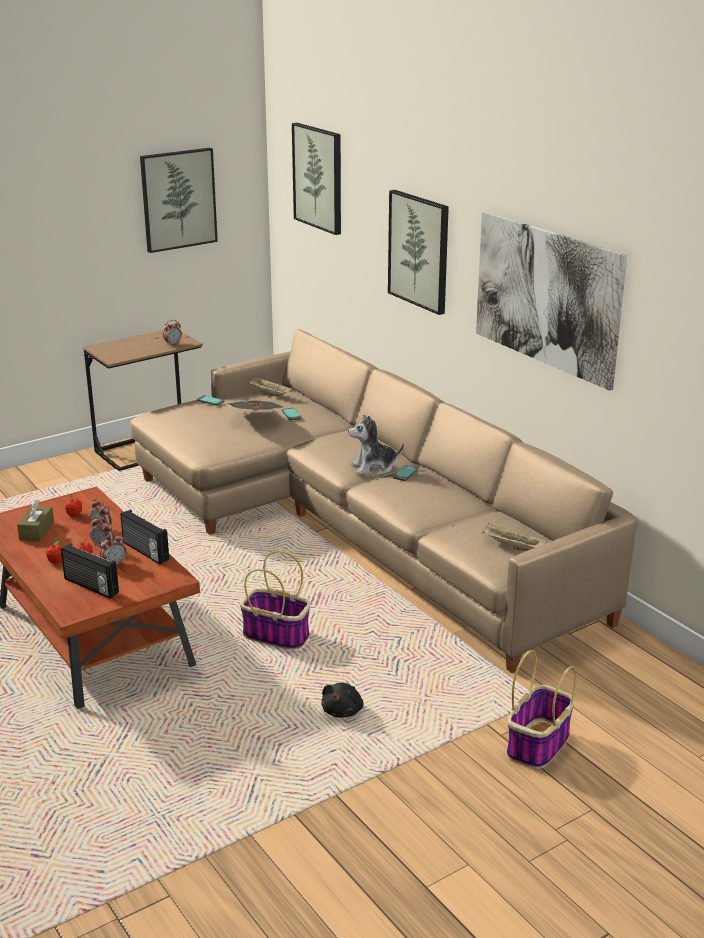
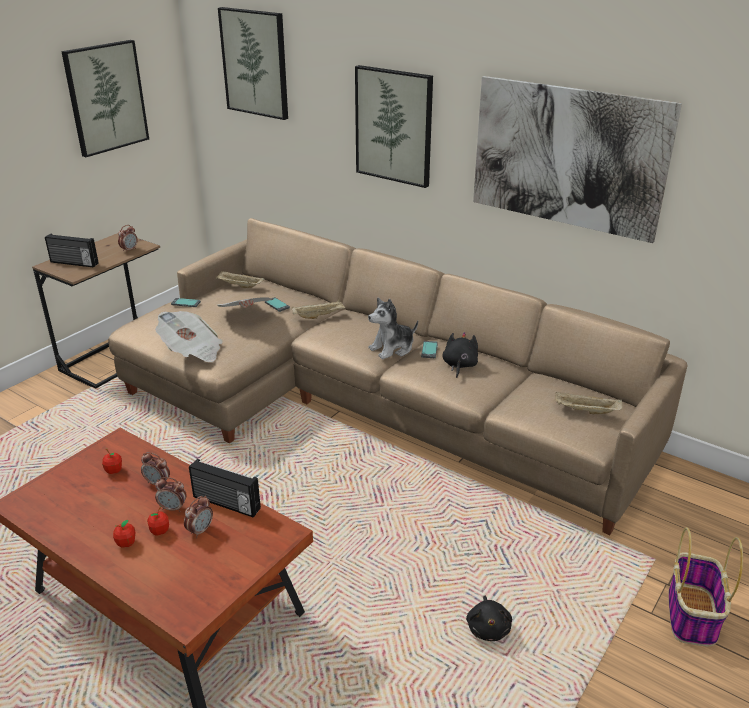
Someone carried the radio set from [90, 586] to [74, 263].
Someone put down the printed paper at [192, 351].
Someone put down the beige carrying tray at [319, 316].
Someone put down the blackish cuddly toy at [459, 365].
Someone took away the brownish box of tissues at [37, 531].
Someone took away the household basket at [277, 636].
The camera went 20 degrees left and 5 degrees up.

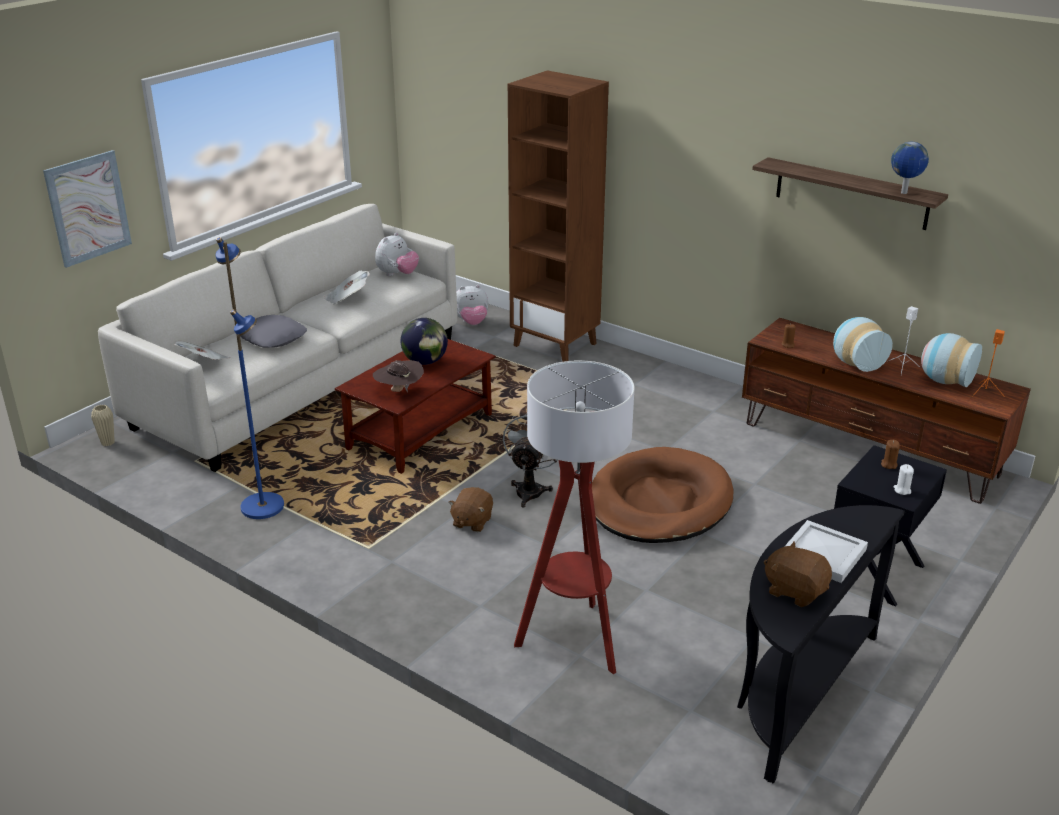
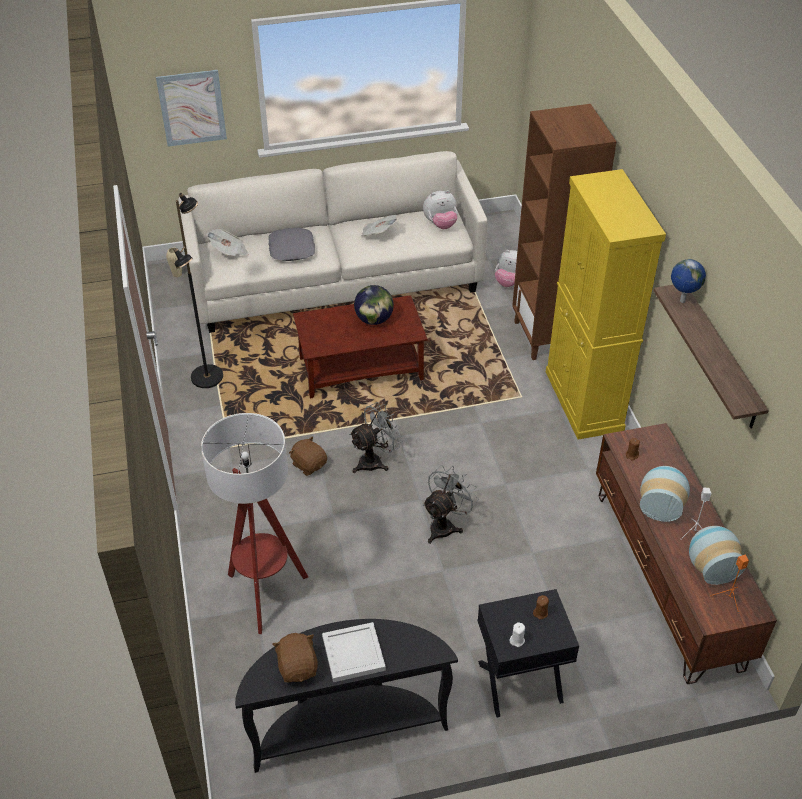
Someone repainted the bluish floor lamp at [263, 506], which became the blackish floor lamp at [208, 377].
Someone rotated the brownish cuddly toy at [471, 522] by 75 degrees clockwise.
Someone swapped the brownish dog bed at [659, 502] for the grey fan at [445, 525].
Someone put down the yellow cabinet at [584, 401].
Someone carried the world globe from [904, 193] to [682, 301].
Someone took away the brownish wearable hat at [399, 391].
The camera went 40 degrees right and 15 degrees up.

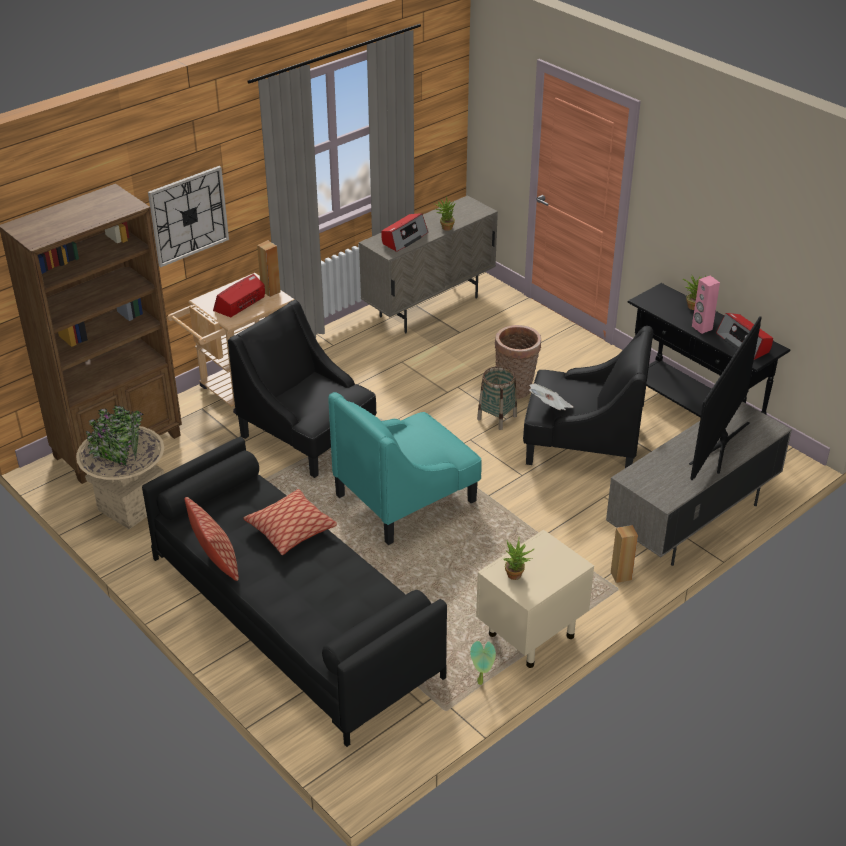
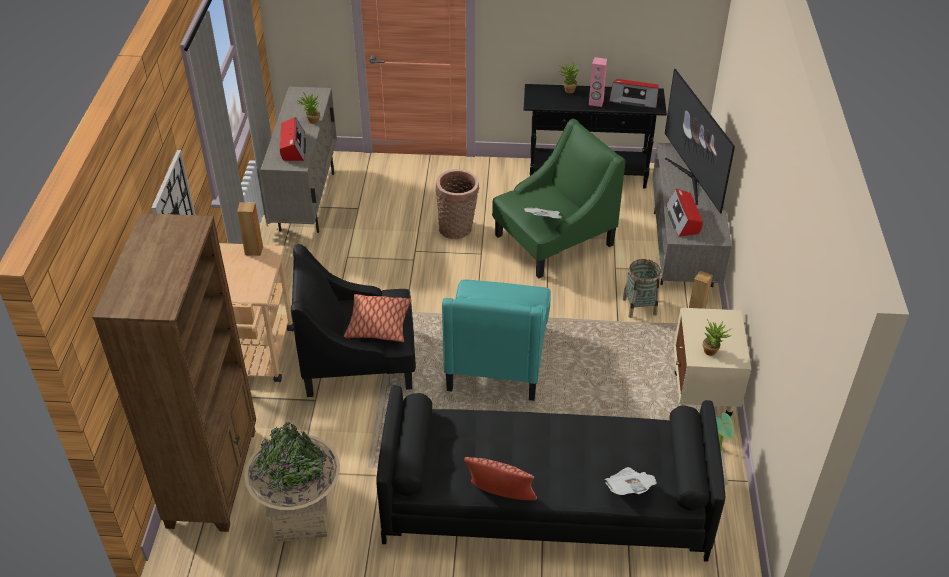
Someone carried the pillow from [291, 529] to [379, 325].
Someone repainted the blackish armchair at [582, 444], which became the greenish armchair at [553, 240].
Someone put down the printed paper at [629, 489].
Someone carried the household basket from [497, 417] to [639, 306].
Someone carried the radio set from [240, 304] to [683, 220].
The camera went 45 degrees left and 5 degrees up.

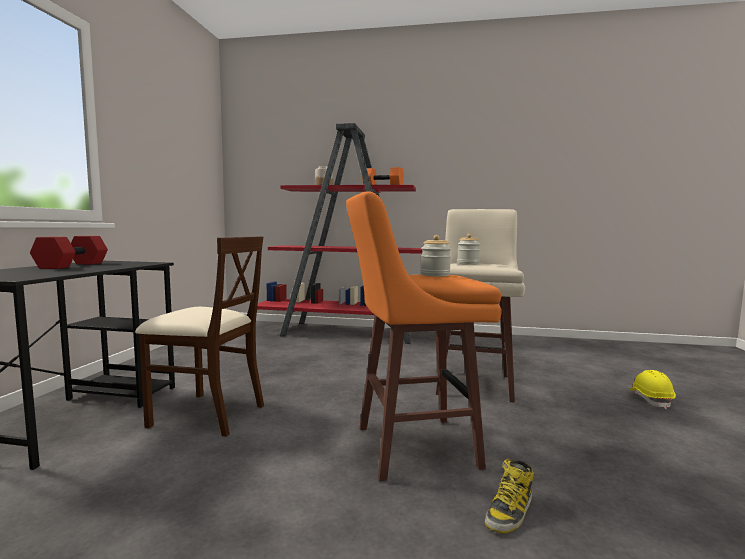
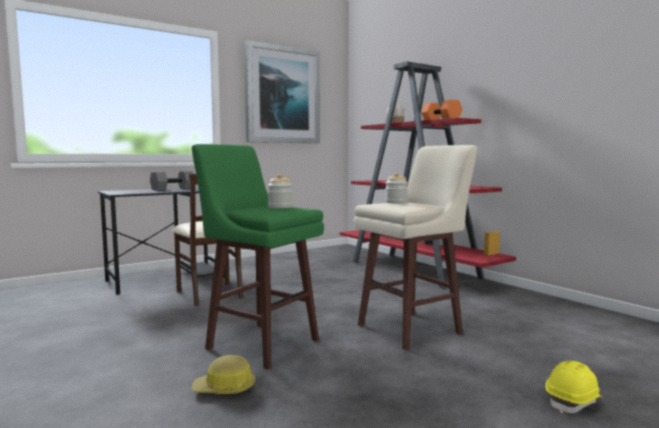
Someone repainted the red dumbbell at [73, 265], which became the grey dumbbell at [173, 189].
Someone repainted the orange stool seat at [412, 447], which became the greenish stool seat at [261, 343].
Someone swapped the boot at [509, 511] for the work helmet at [225, 389].
Someone put up the wall picture at [282, 95].
The camera went 45 degrees right and 0 degrees up.

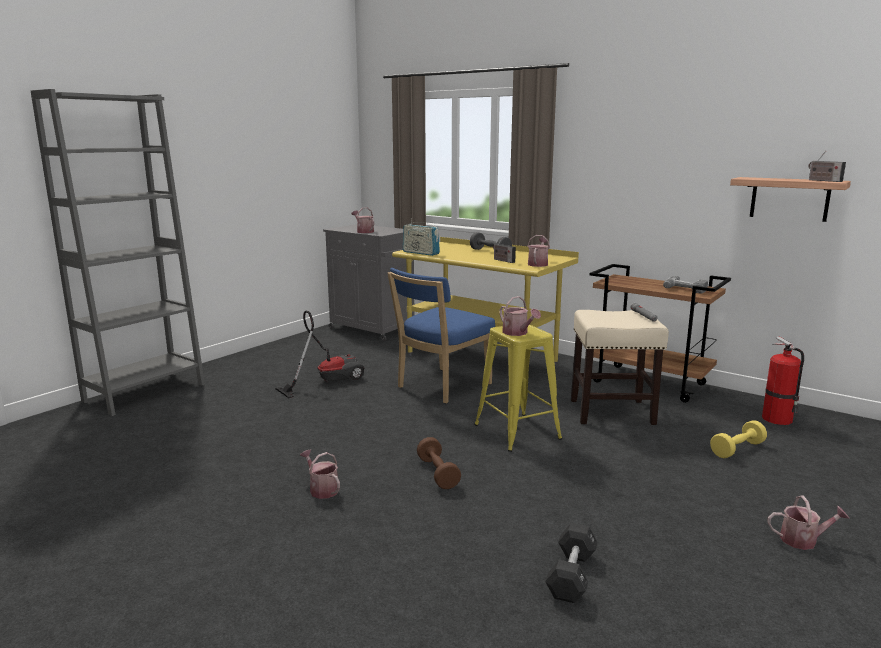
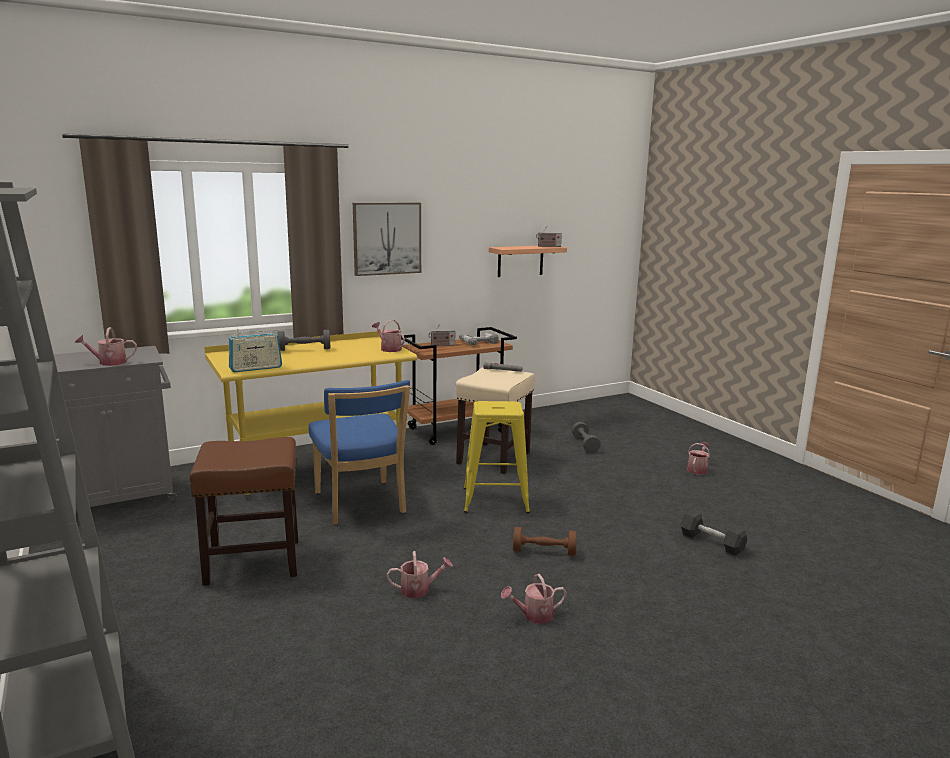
Someone swapped the vacuum at [327, 381] for the brownish stool seat at [254, 561].
Someone put up the wall picture at [387, 238].
Someone carried the sprinkling can from [517, 333] to [419, 589].
Someone carried the radio set from [503, 260] to [441, 345].
Someone repainted the yellow dumbbell at [737, 449], which became the grey dumbbell at [585, 444].
Someone took away the extinguisher at [778, 419].
The camera went 65 degrees left and 0 degrees up.

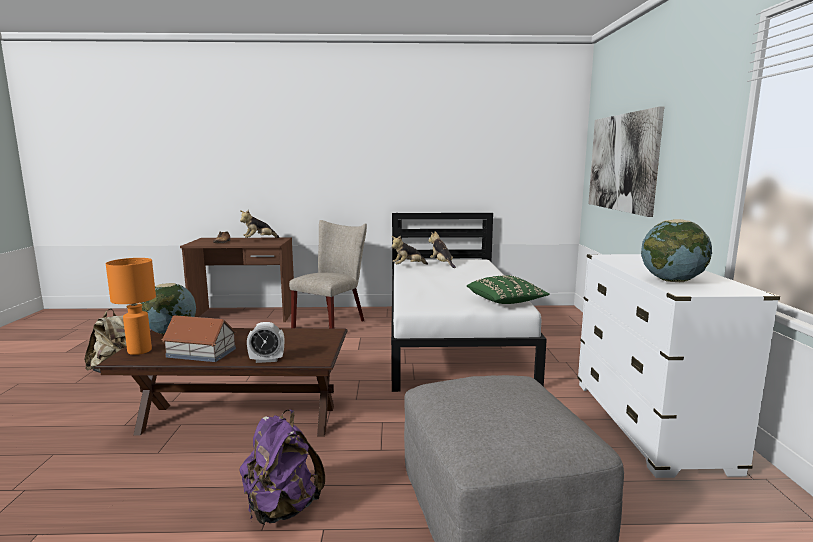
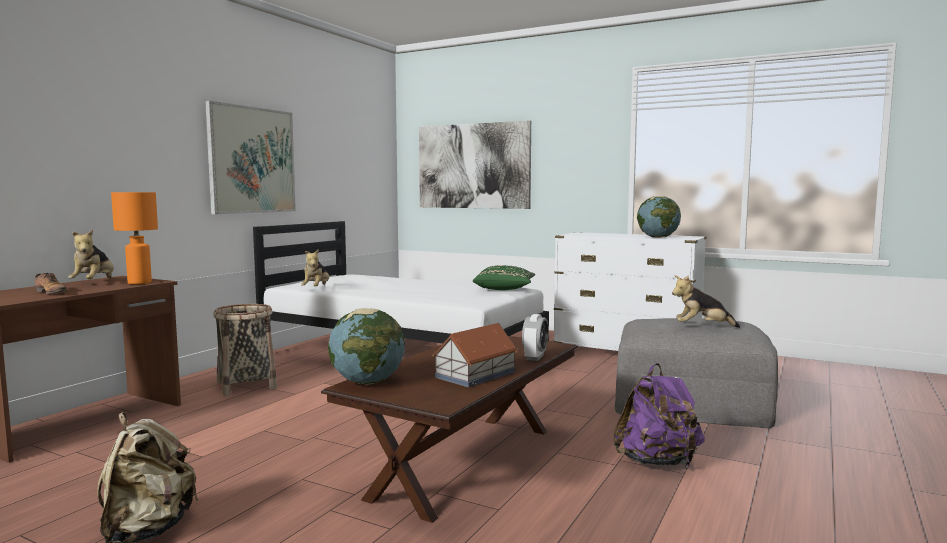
Someone carried the orange table lamp from [139, 351] to [139, 283].
Someone put up the wall picture at [252, 160].
Someone swapped the beige chair at [332, 323] for the household basket at [247, 385].
Someone carried the cuddly toy from [442, 264] to [702, 327].
The camera went 60 degrees left and 5 degrees down.

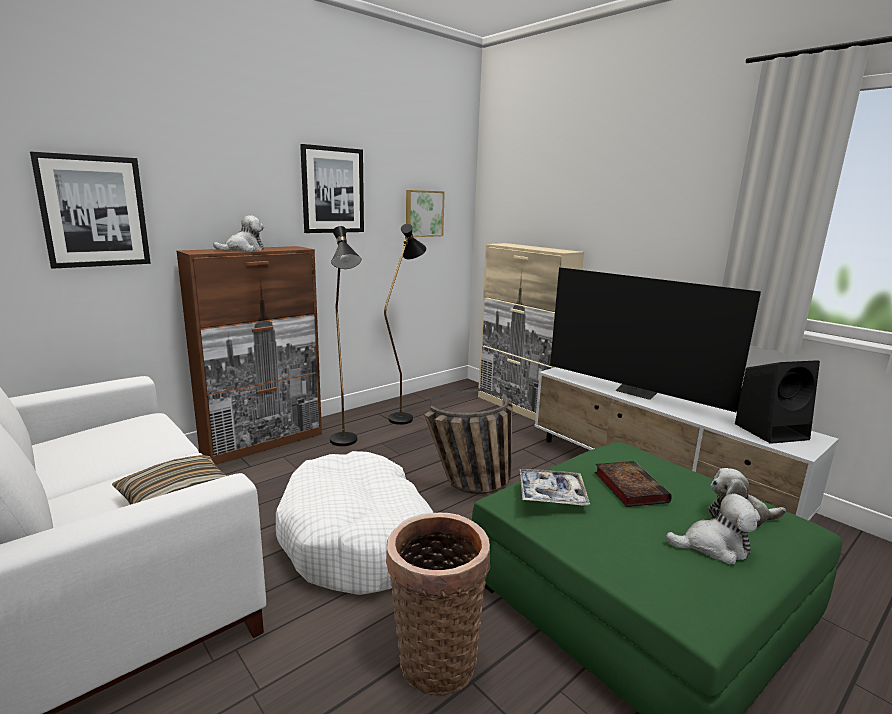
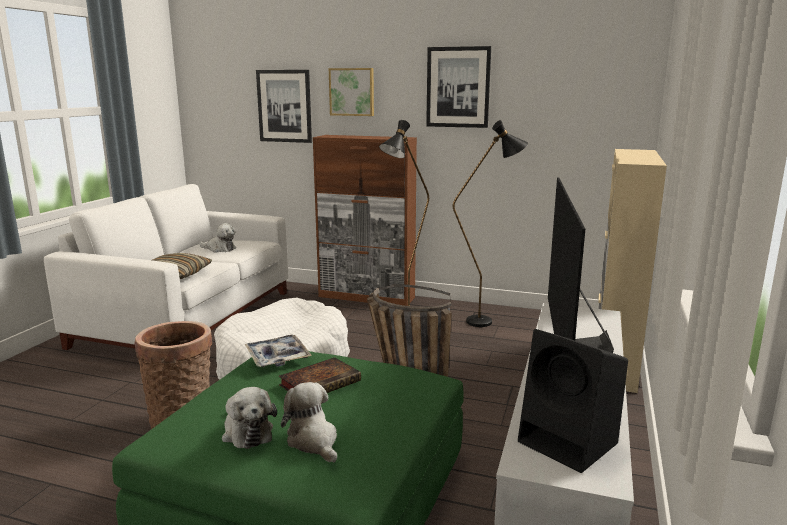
Someone carried the cuddly toy from [243, 249] to [220, 249].
Someone carried the wall picture from [423, 213] to [352, 92].
The camera went 60 degrees right and 0 degrees up.

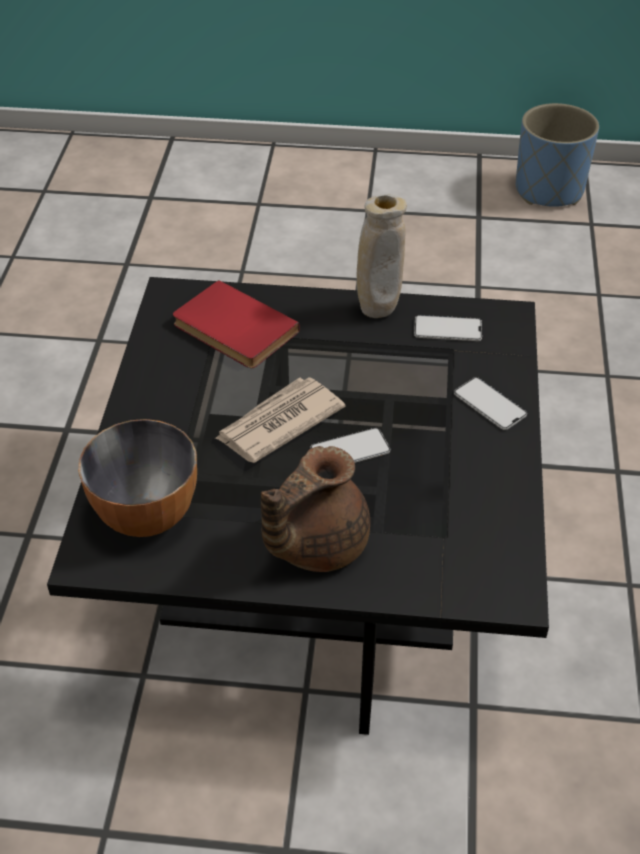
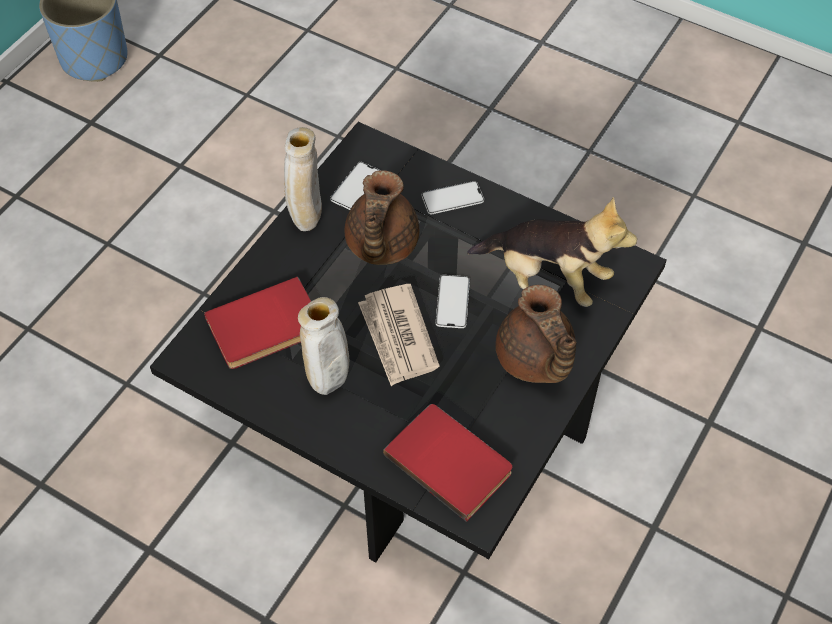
Someone put down the beige vase at [329, 386].
Someone put down the brownish pot for tea at [380, 245].
Someone swapped the deep dish at [146, 515] for the red bound book at [451, 461].
Someone put down the cuddly toy at [547, 278].
The camera went 65 degrees left and 10 degrees up.

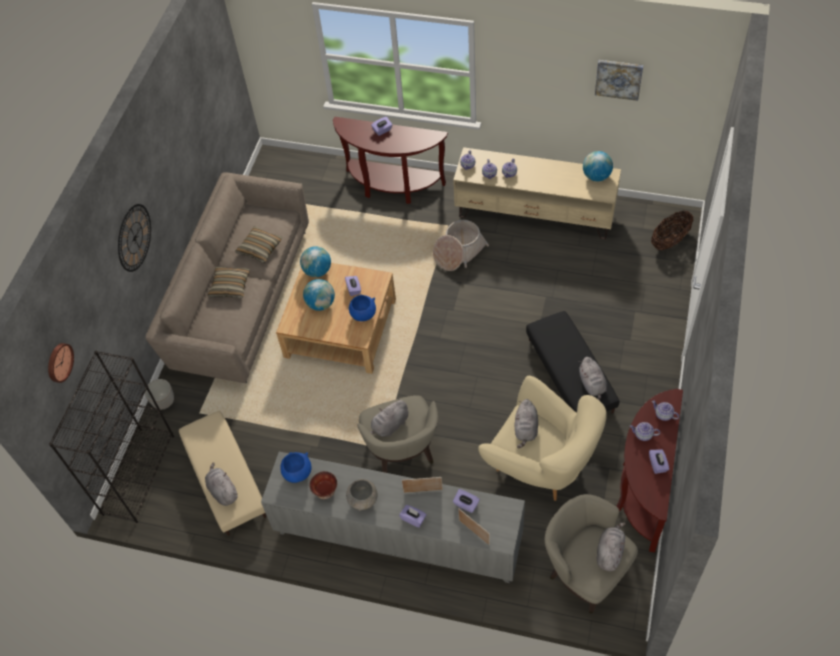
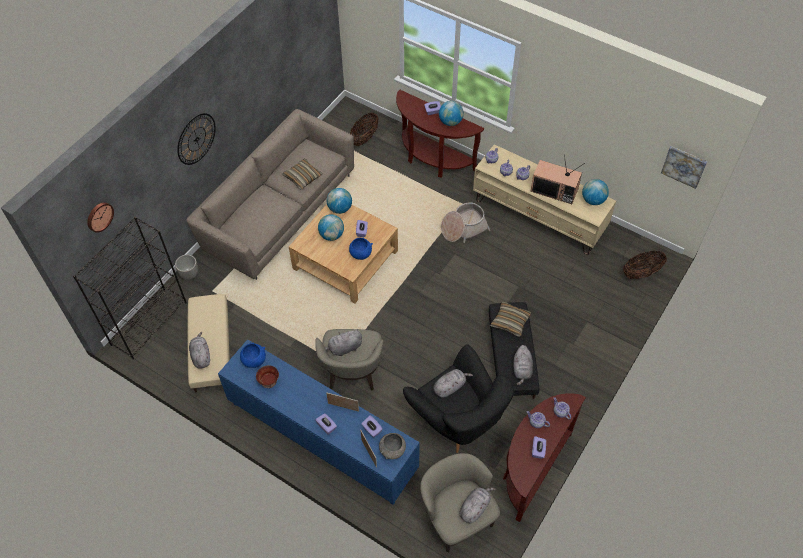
Someone repainted the grey cabinet at [398, 537], which became the bluish cabinet at [322, 438].
Someone put down the household basket at [364, 138].
Someone carried the grey deep dish from [363, 501] to [392, 451].
Someone repainted the beige armchair at [541, 465], which became the blackish armchair at [457, 420].
Someone rotated the grey cuddly toy at [526, 429] by 150 degrees counterclockwise.
Someone put down the world globe at [450, 122].
Someone carried the pillow from [230, 286] to [510, 322].
Someone put down the TV at [555, 190].
Someone carried the wall picture from [618, 79] to [684, 166].
The camera went 15 degrees right and 0 degrees up.

